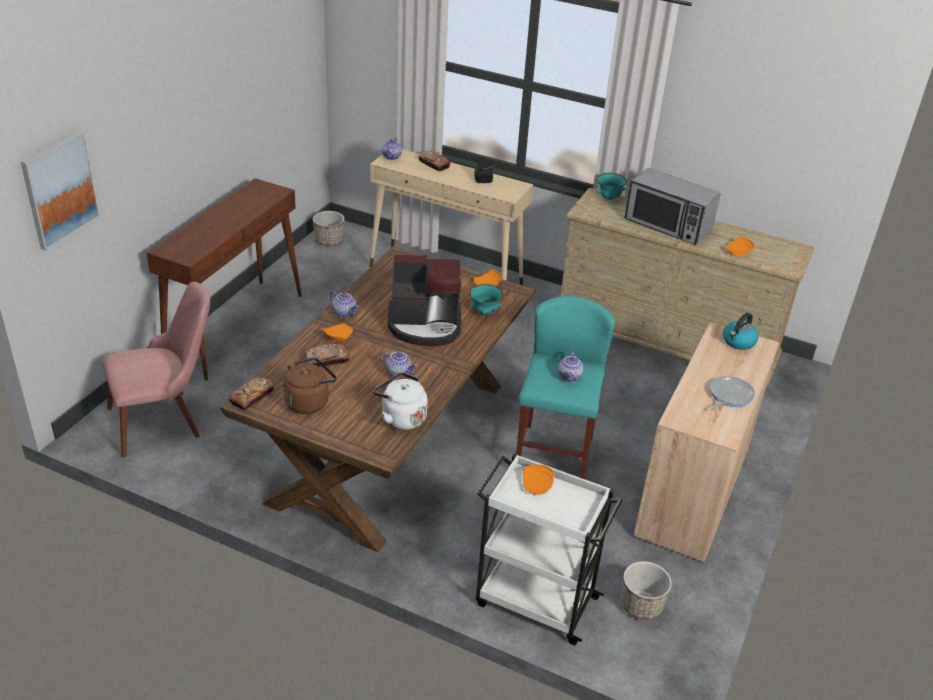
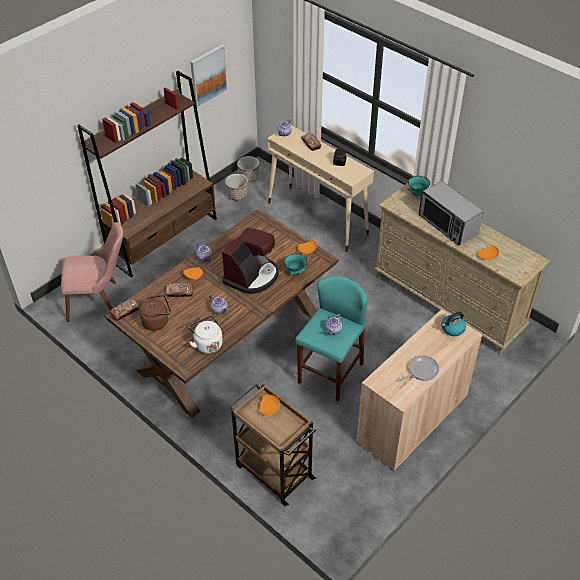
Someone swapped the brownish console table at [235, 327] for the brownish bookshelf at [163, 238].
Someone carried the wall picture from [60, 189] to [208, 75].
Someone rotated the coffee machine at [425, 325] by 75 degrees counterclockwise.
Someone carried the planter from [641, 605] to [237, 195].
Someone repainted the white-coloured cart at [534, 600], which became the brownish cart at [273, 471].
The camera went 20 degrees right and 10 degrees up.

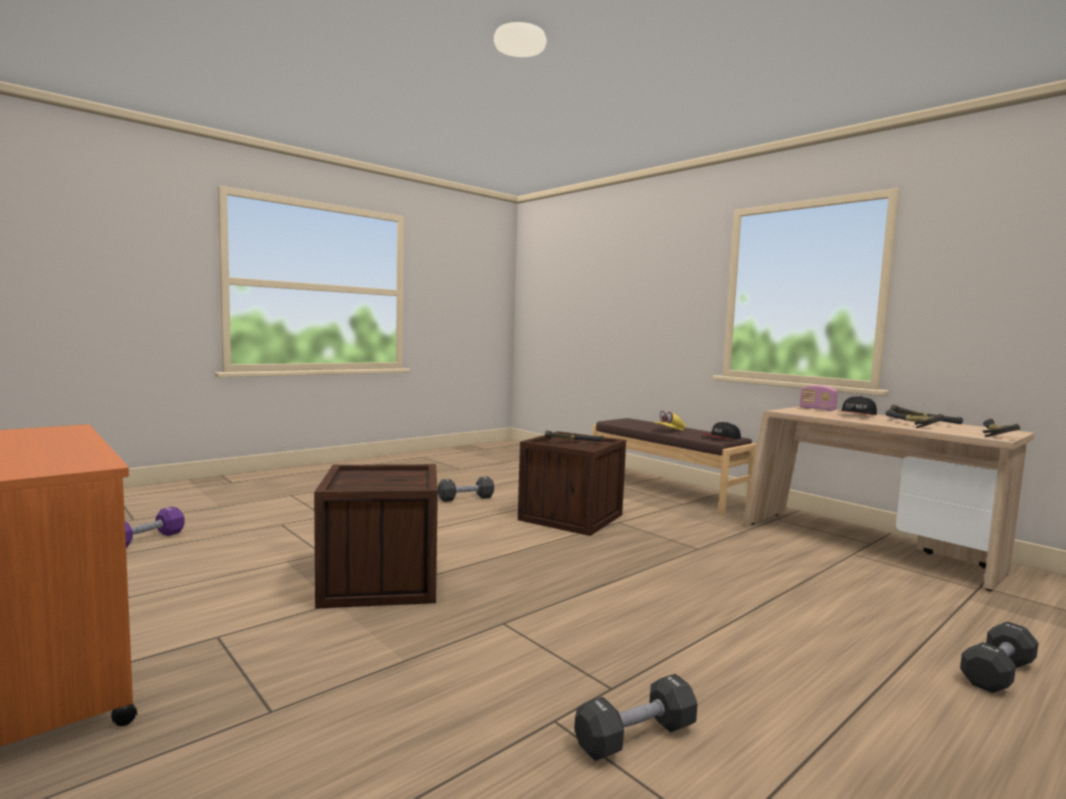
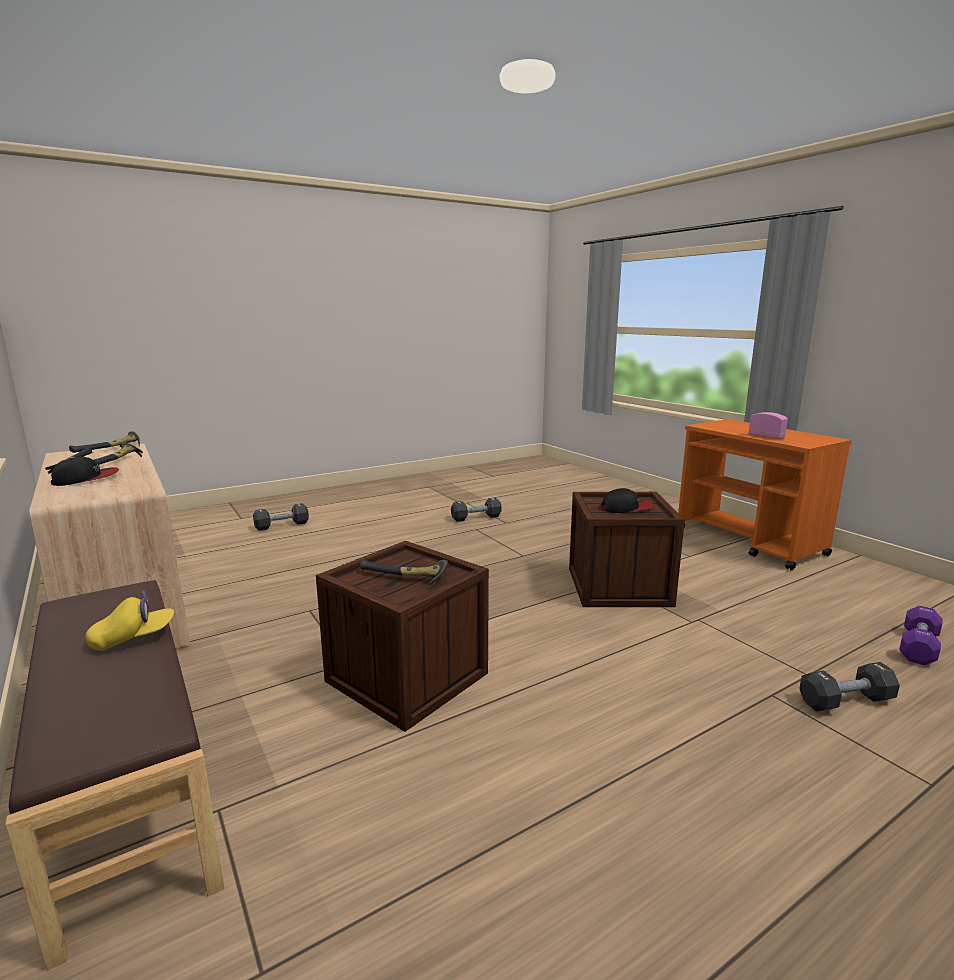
Someone carried the peaked cap from [721, 438] to [626, 508].
Someone carried the radio set from [817, 409] to [766, 436].
Someone carried the blackish dumbbell from [465, 498] to [845, 701].
The camera went 170 degrees left and 10 degrees up.

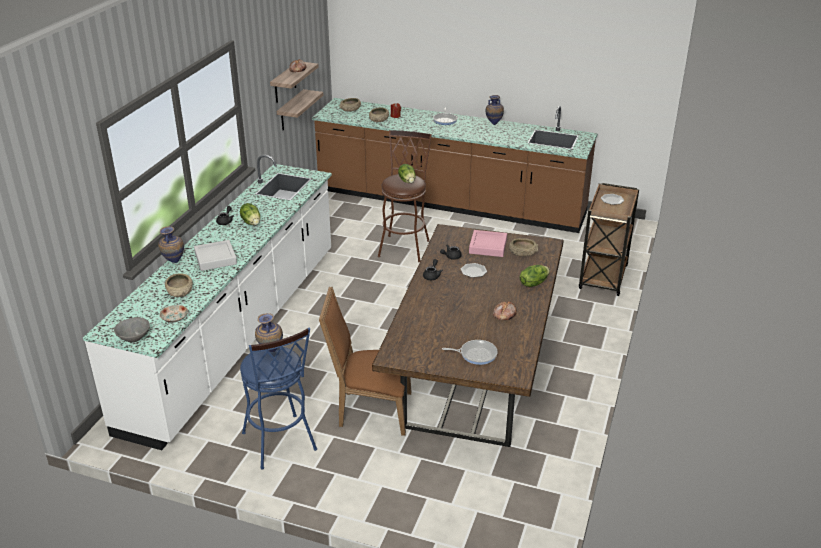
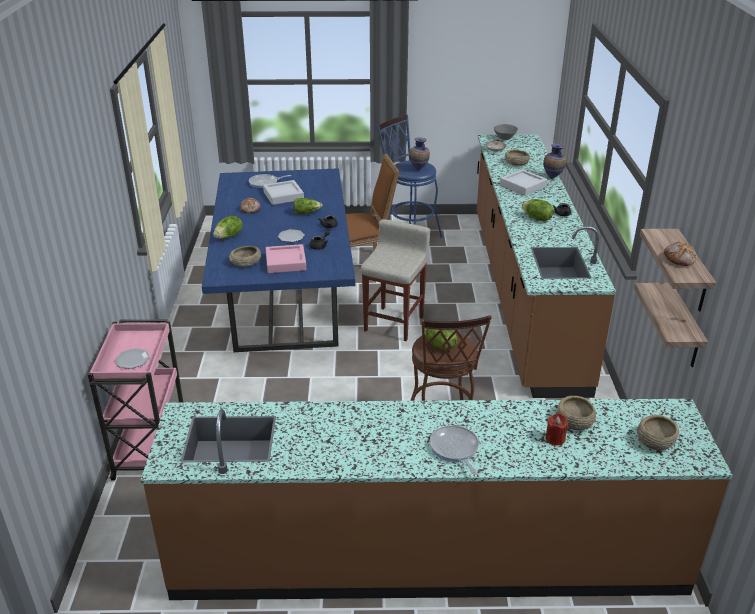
Someone repainted the brownish cart at [603, 278], which became the pink-coloured cart at [150, 447].
Someone repainted the brownish dining table at [473, 376], which became the bluish dining table at [285, 303].
Someone put down the grey carrying tray at [283, 196].
Someone put down the lettuce head at [306, 213].
Someone put down the beige stool seat at [394, 323].
Someone repainted the white-coloured kitchen counter at [237, 334], which became the brownish kitchen counter at [523, 294].
Someone took away the vase at [494, 124].
The camera went 160 degrees right and 0 degrees up.

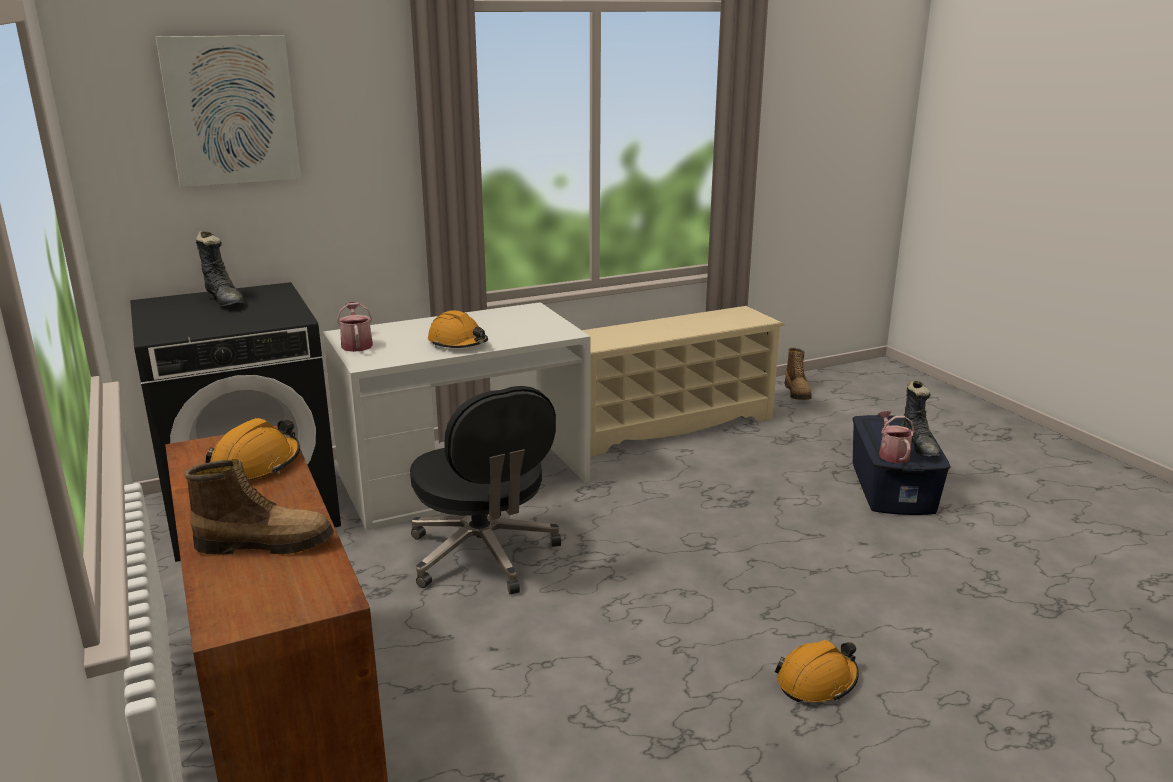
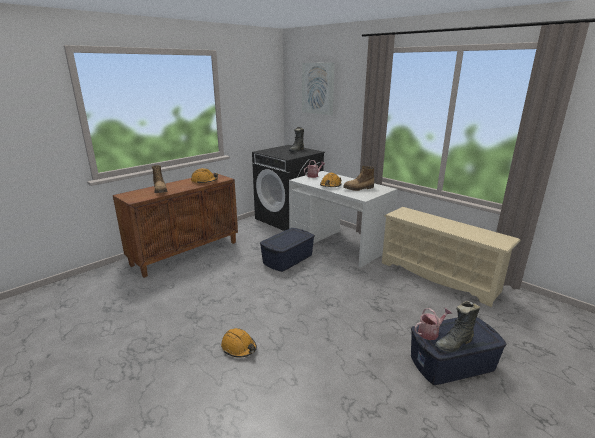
Someone swapped the blackish office chair at [484, 555] for the bluish storage box at [287, 259].
Someone carried the boot from [797, 393] to [359, 188].
The camera went 70 degrees right and 0 degrees up.

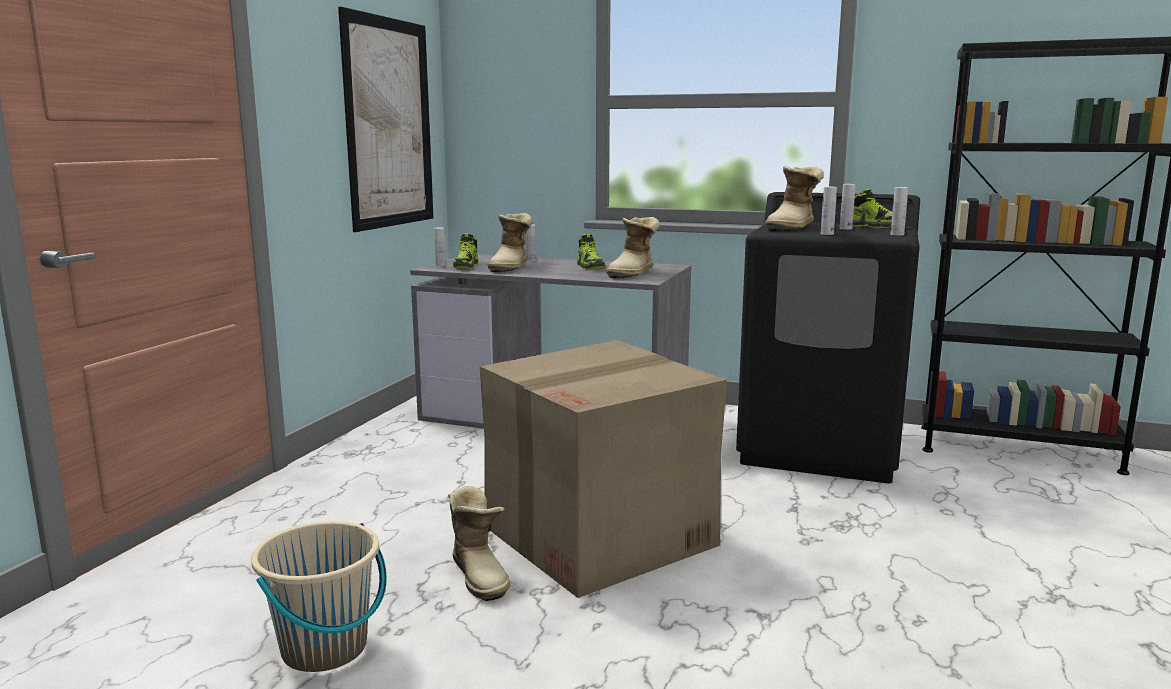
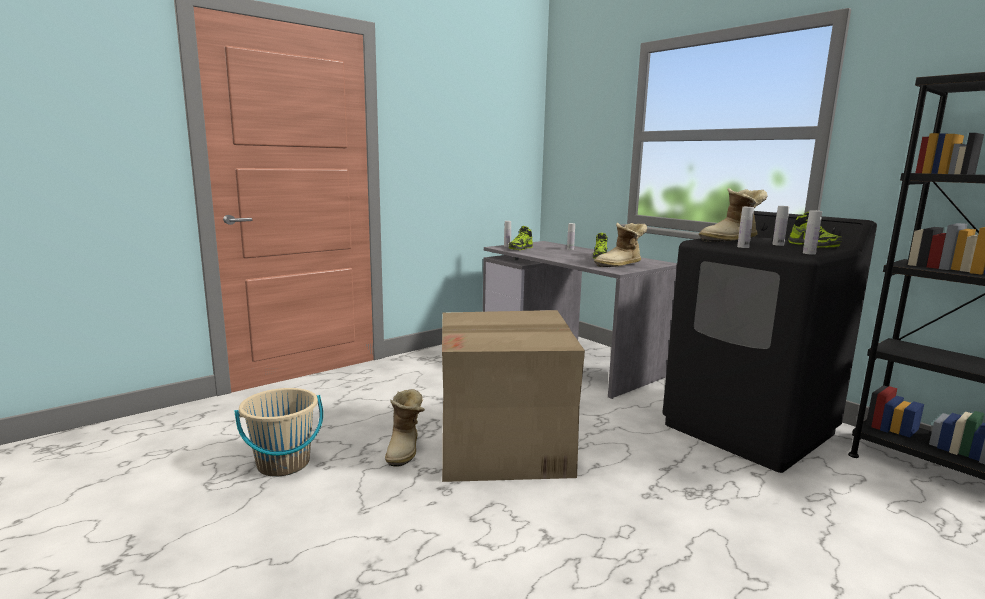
Someone took away the wall picture at [389, 123].
Someone took away the boot at [512, 267].
The camera went 30 degrees right and 0 degrees up.

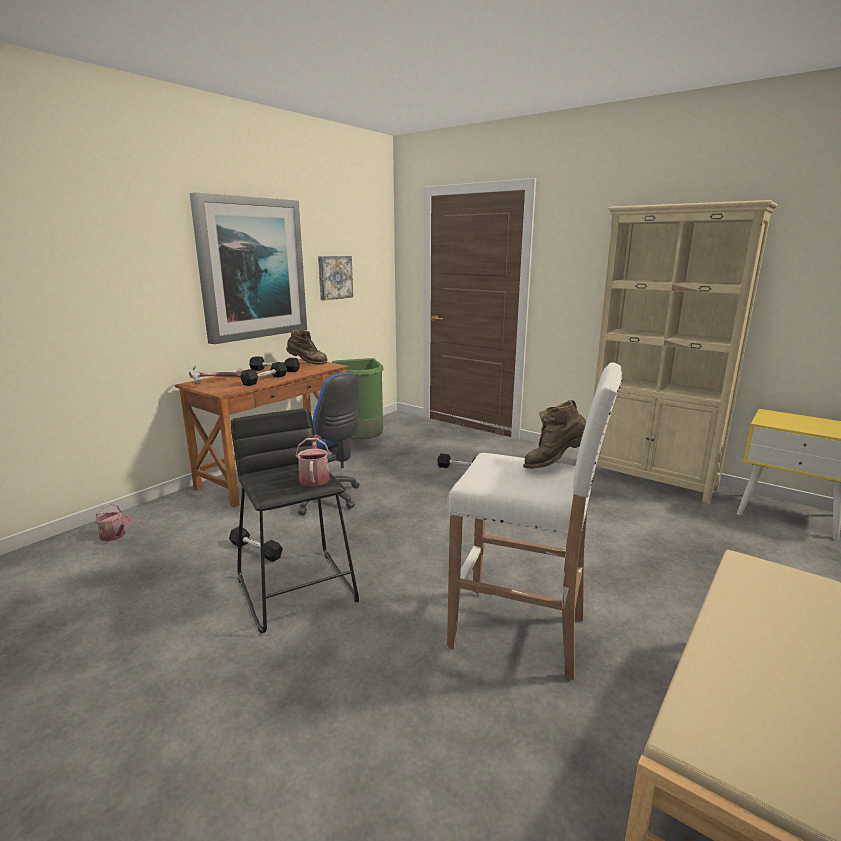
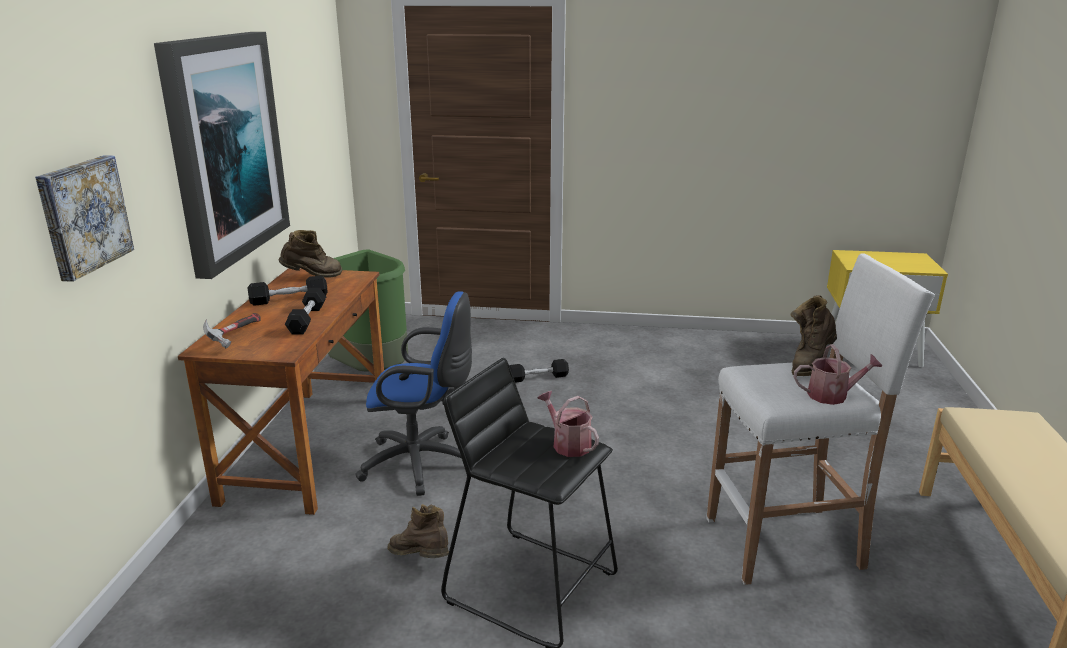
Someone carried the wall picture from [334, 277] to [83, 216].
Someone swapped the blackish dumbbell at [256, 550] for the brownish boot at [421, 560].
Someone carried the sprinkling can from [115, 536] to [832, 395].
Someone took away the beige bookshelf at [650, 480].
The camera went 30 degrees left and 5 degrees up.

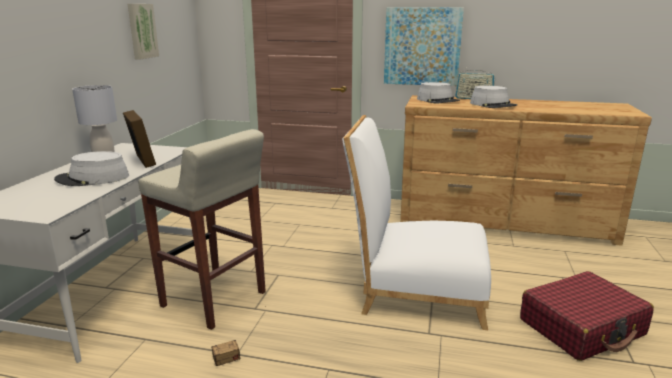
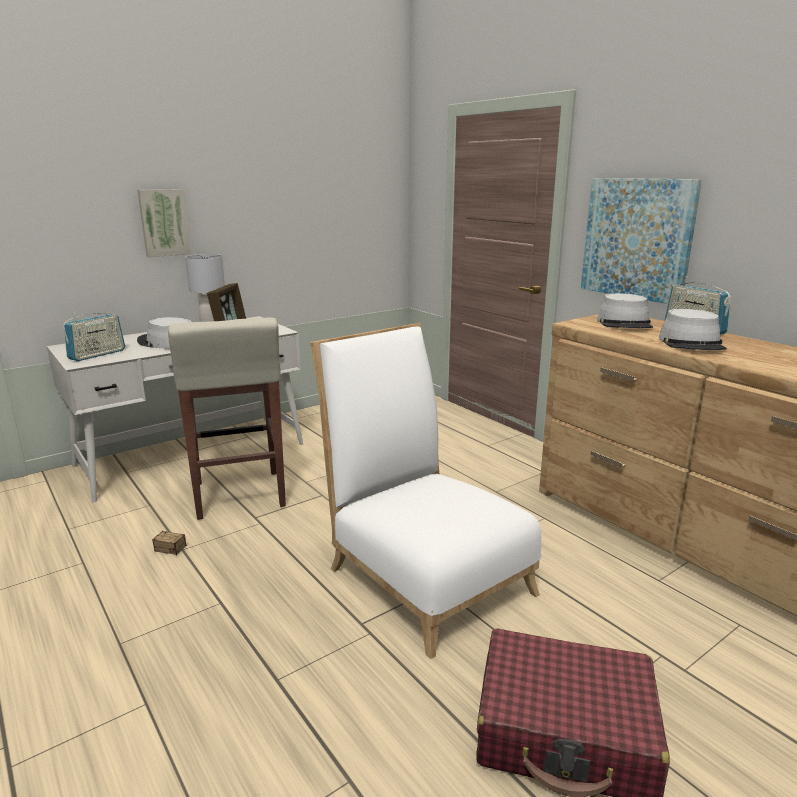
Someone put down the radio set at [97, 354].
Someone carried the wall picture from [141, 31] to [164, 222].
The camera went 40 degrees right and 0 degrees up.

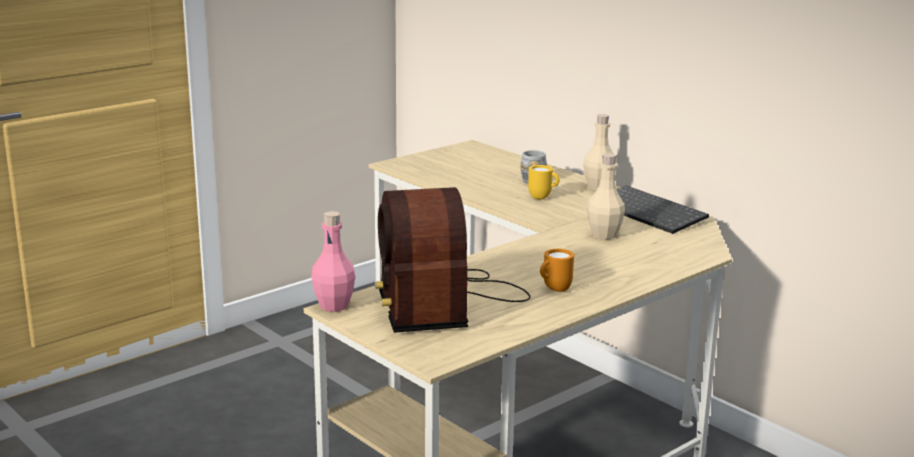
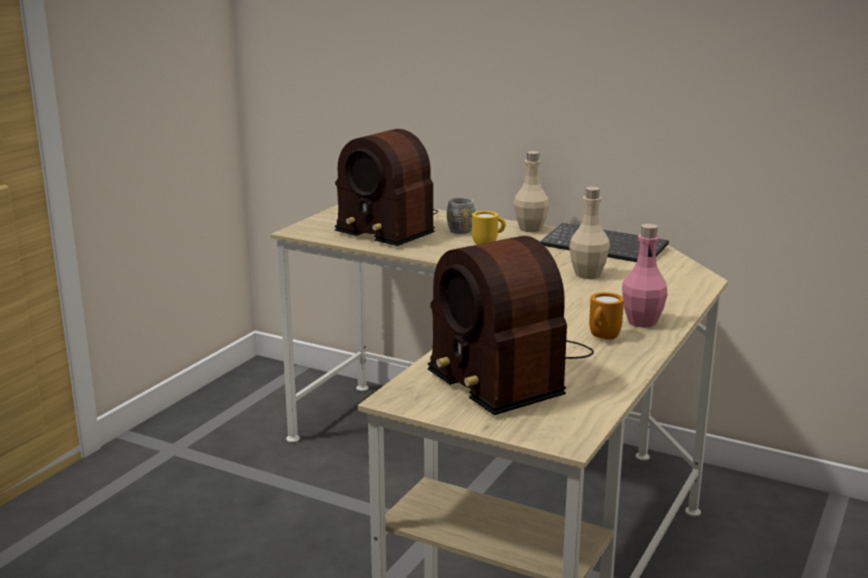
Someone put down the radio set at [387, 226].
Someone carried the pink-coloured drink bottle from [334, 306] to [642, 322].
The camera went 20 degrees left and 0 degrees up.

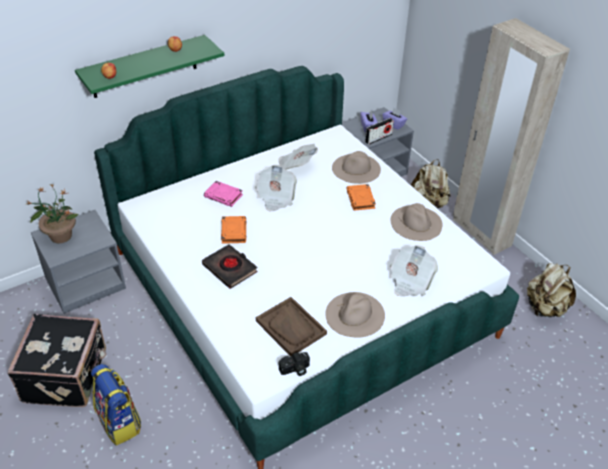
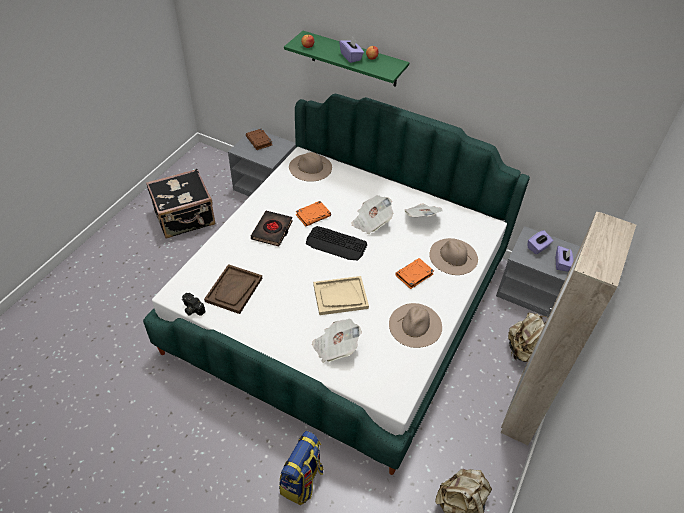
Someone swapped the potted plant at [60, 235] for the brownish bound book at [259, 141].
Someone carried the knapsack from [120, 422] to [302, 481].
Someone carried the beige wearable hat from [355, 314] to [310, 167].
Someone put down the PC keyboard at [336, 244].
Someone put down the beige carrying tray at [340, 296].
Someone put down the purple box of tissues at [351, 57].
Someone took away the pink-coloured bound book at [224, 196].
Someone took away the radio set at [378, 138].
The camera went 60 degrees right and 5 degrees up.

